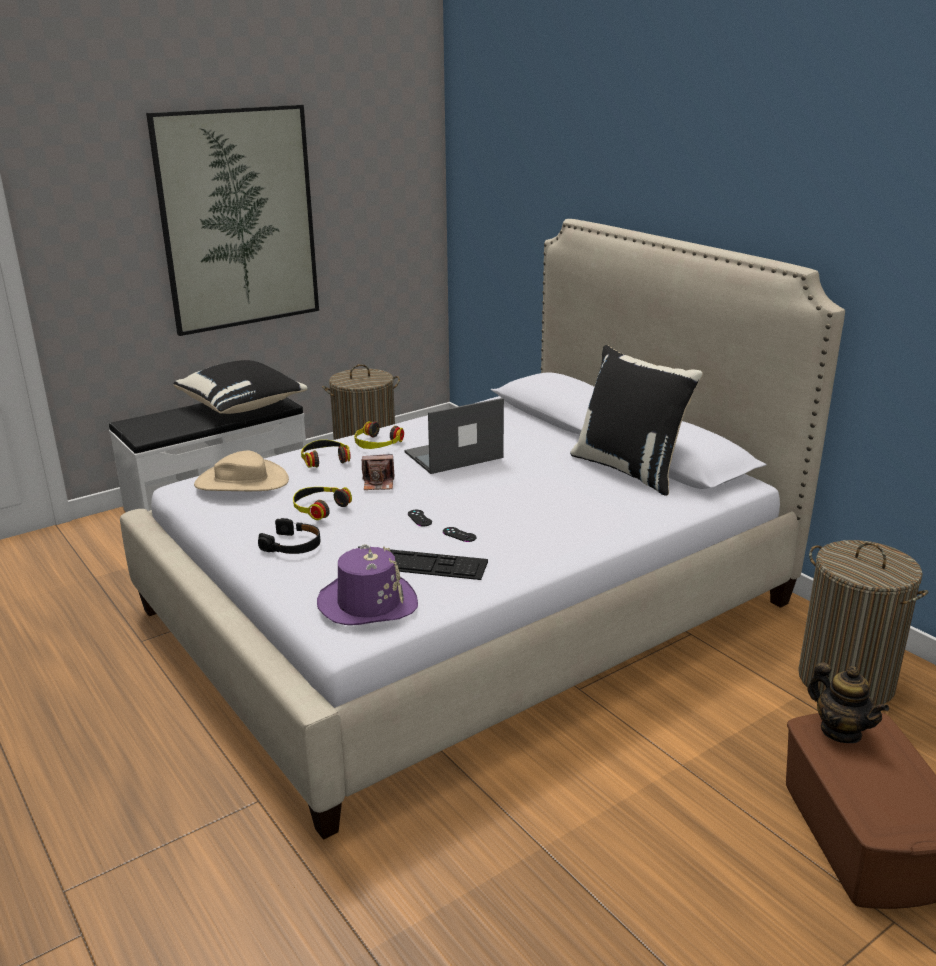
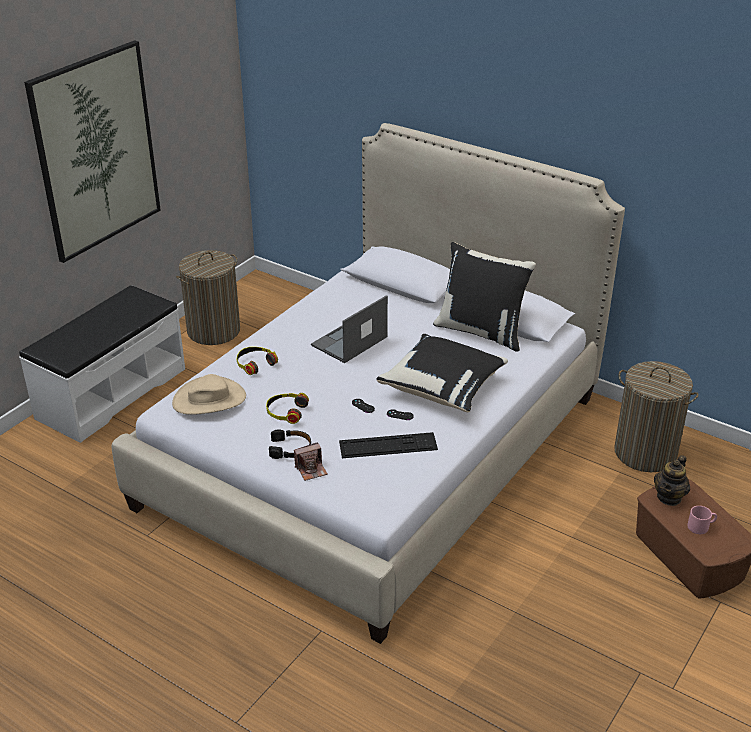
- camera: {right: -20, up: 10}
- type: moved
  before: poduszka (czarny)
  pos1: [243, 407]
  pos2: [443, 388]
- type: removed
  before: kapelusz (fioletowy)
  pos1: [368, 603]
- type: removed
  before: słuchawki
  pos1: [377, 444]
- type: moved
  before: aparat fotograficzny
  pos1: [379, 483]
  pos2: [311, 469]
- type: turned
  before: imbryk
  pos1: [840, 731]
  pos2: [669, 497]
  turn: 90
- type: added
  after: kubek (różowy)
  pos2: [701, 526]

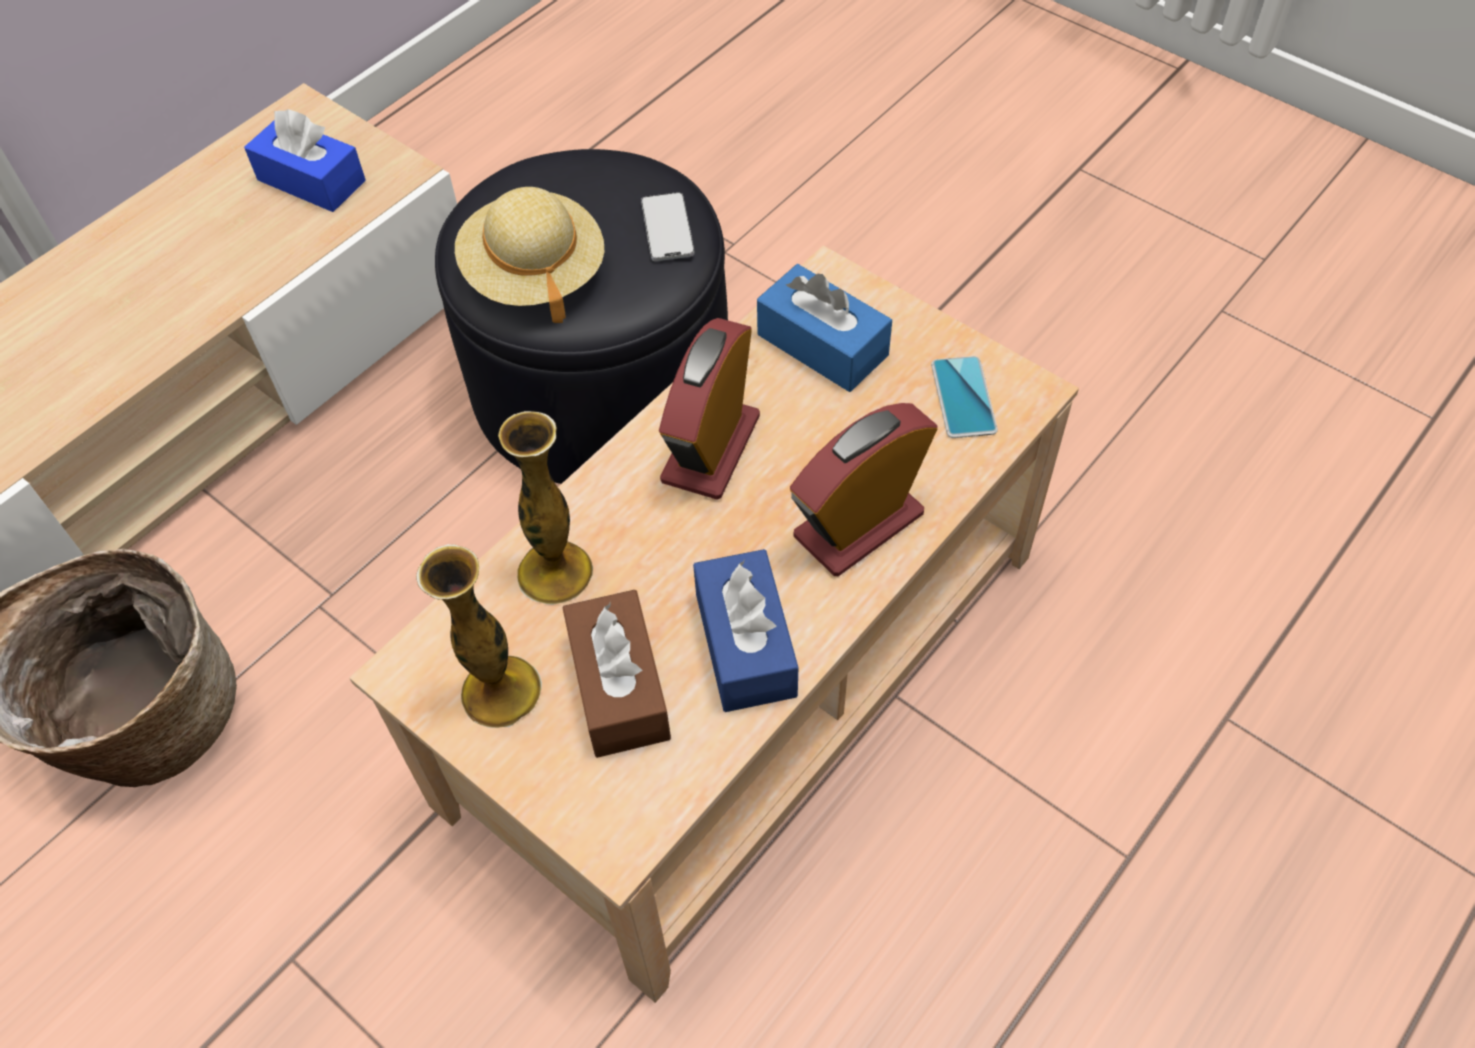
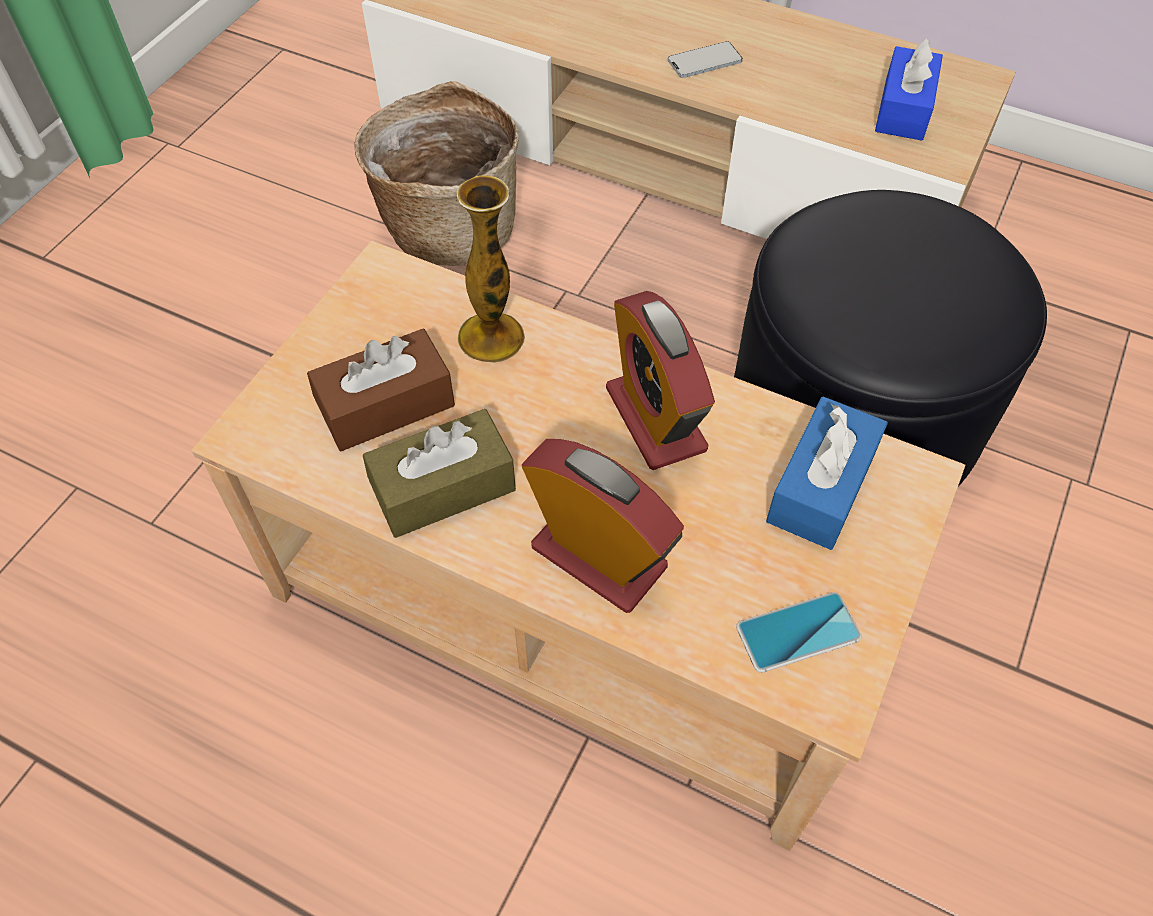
- camera: {right: 75, up: 0}
- type: removed
  before: wazon
  pos1: [501, 691]
- type: removed
  before: kapelusz (beżowy)
  pos1: [534, 274]
- type: moved
  before: telefon
  pos1: [667, 228]
  pos2: [704, 61]
- type: turned
  before: budzik
  pos1: [711, 449]
  pos2: [655, 419]
  turn: -120
- type: recoloured
  before: pudełko chusteczek (niebieski)
  after: pudełko chusteczek (brązowy)
  pos1: [745, 644]
  pos2: [443, 488]

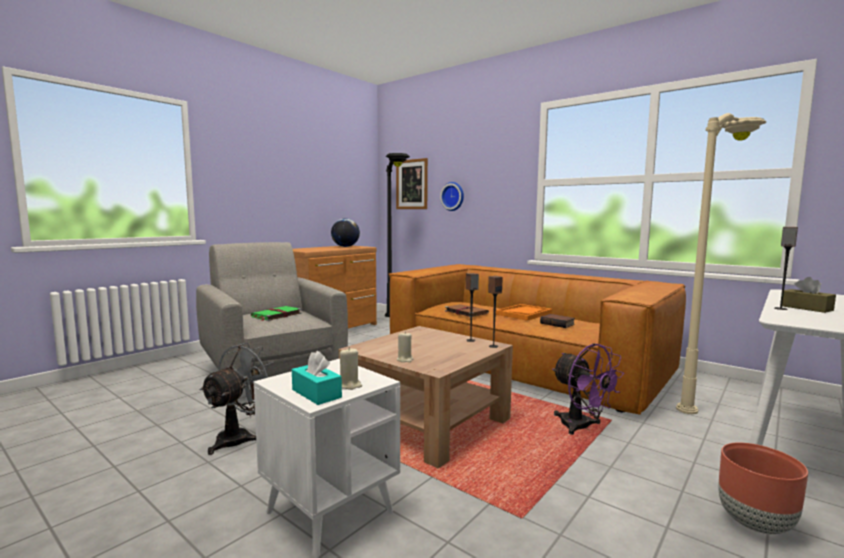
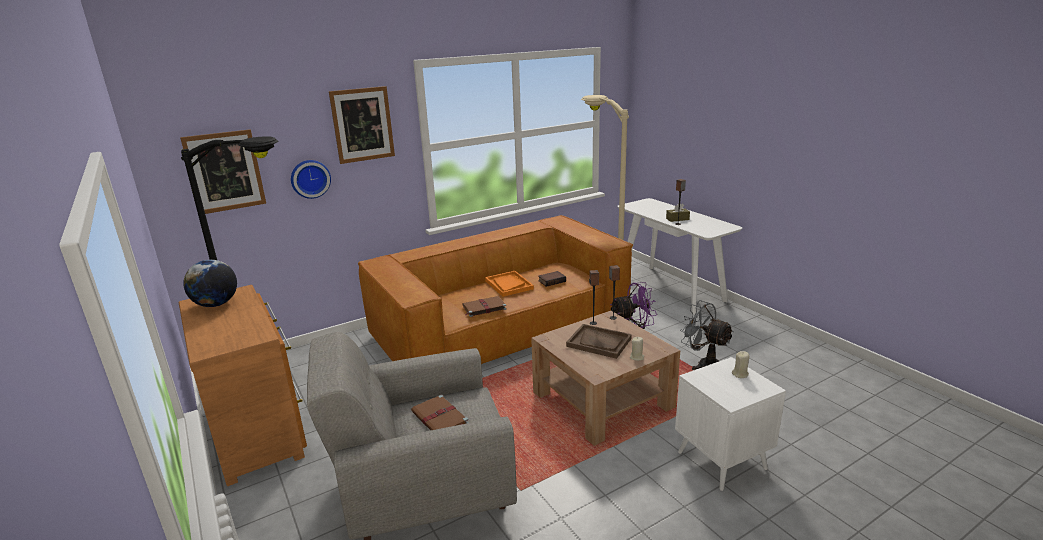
- camera: {right: -70, up: 15}
- type: moved
  before: wentylator (szary)
  pos1: [240, 437]
  pos2: [704, 364]
- type: recoloured
  before: książka (zielony)
  after: książka (brązowy)
  pos1: [276, 315]
  pos2: [440, 419]
- type: removed
  before: pudełko chusteczek (turkusowy)
  pos1: [316, 393]
- type: removed
  before: donica (brązowy)
  pos1: [754, 523]
- type: added
  after: obraz
  pos2: [362, 124]
- type: added
  after: taca (brązowy)
  pos2: [599, 342]

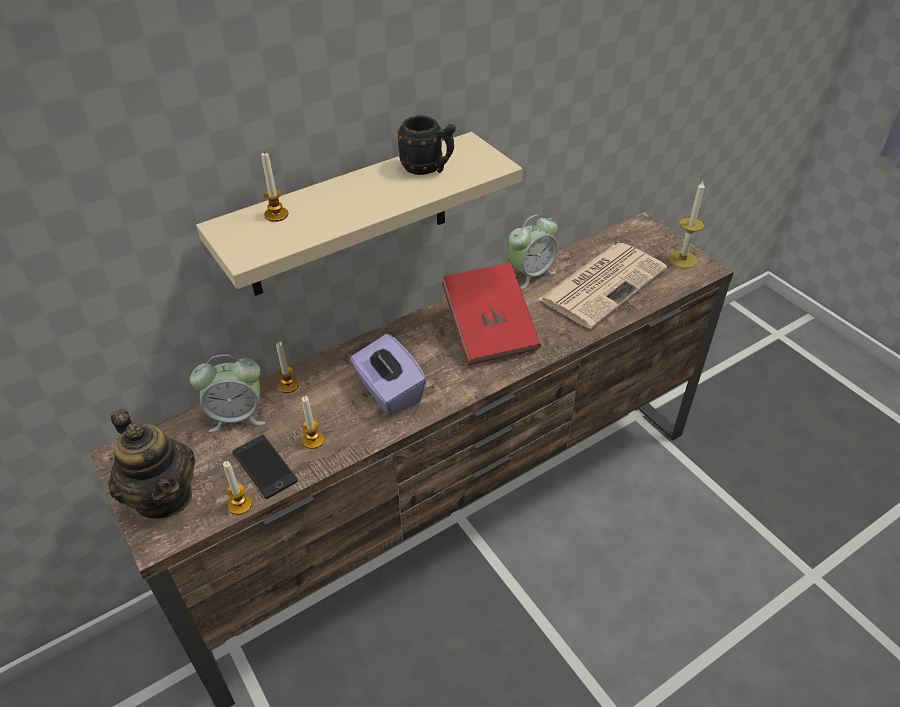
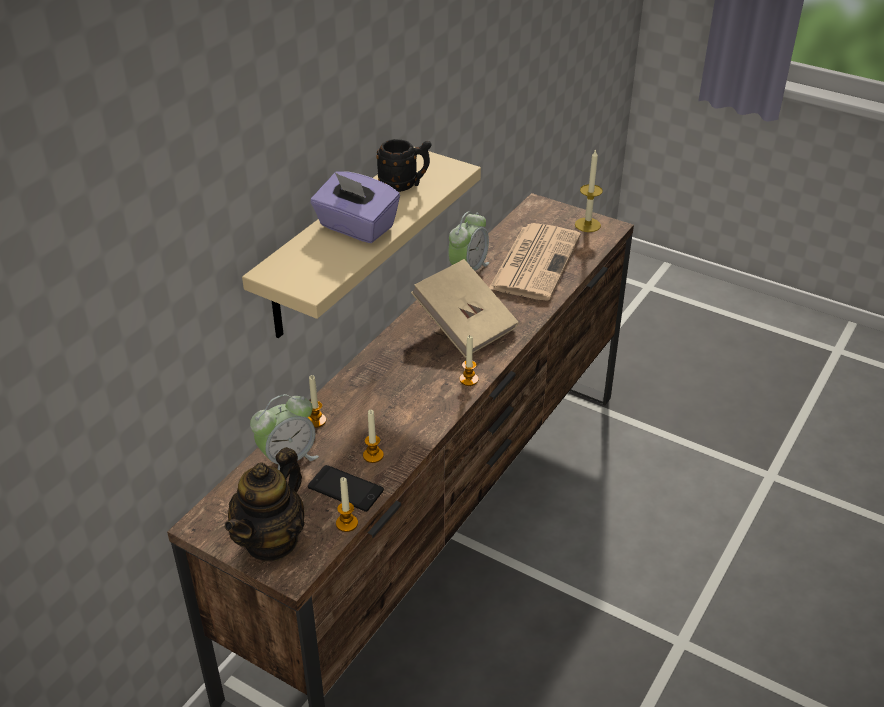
- camera: {right: -25, up: -5}
- type: turned
  before: imbryk
  pos1: [164, 496]
  pos2: [272, 540]
  turn: 90
- type: moved
  before: świeca
  pos1: [276, 215]
  pos2: [468, 379]
- type: moved
  before: pudełko chusteczek (fioletowy)
  pos1: [389, 391]
  pos2: [356, 227]
- type: recoloured
  before: książka (czerwony)
  after: książka (beżowy)
  pos1: [490, 331]
  pos2: [465, 326]

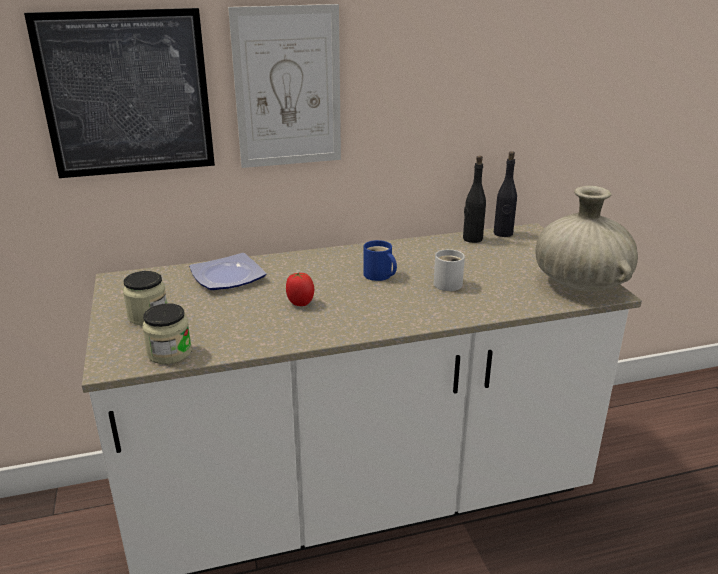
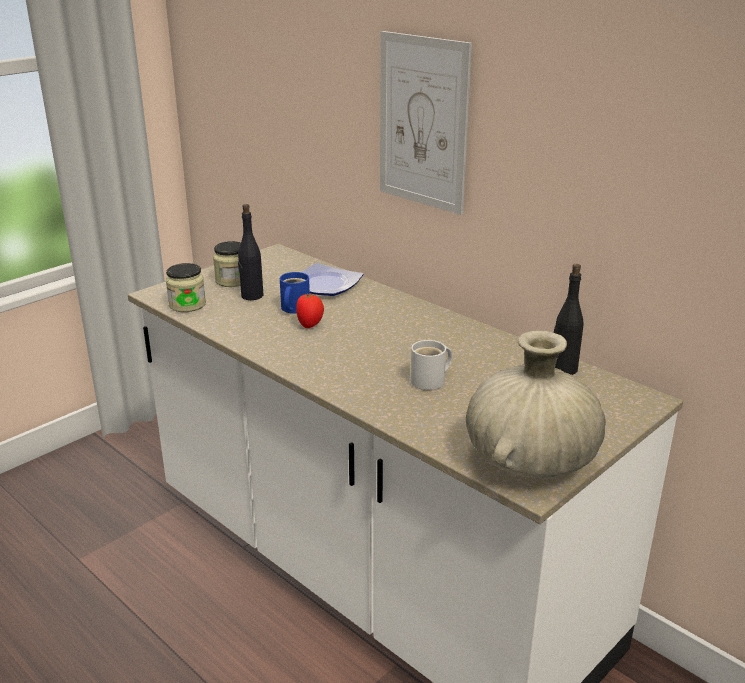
- camera: {right: 60, up: 0}
- type: removed
  before: obraz
  pos1: [127, 94]
- type: moved
  before: kubek (niebieski)
  pos1: [378, 276]
  pos2: [293, 308]
- type: moved
  before: butelka (czarny)
  pos1: [503, 233]
  pos2: [251, 296]

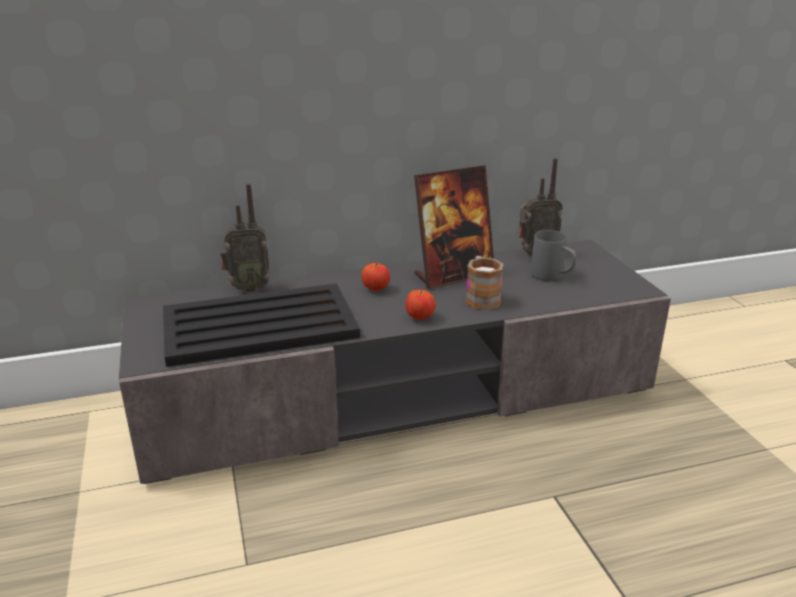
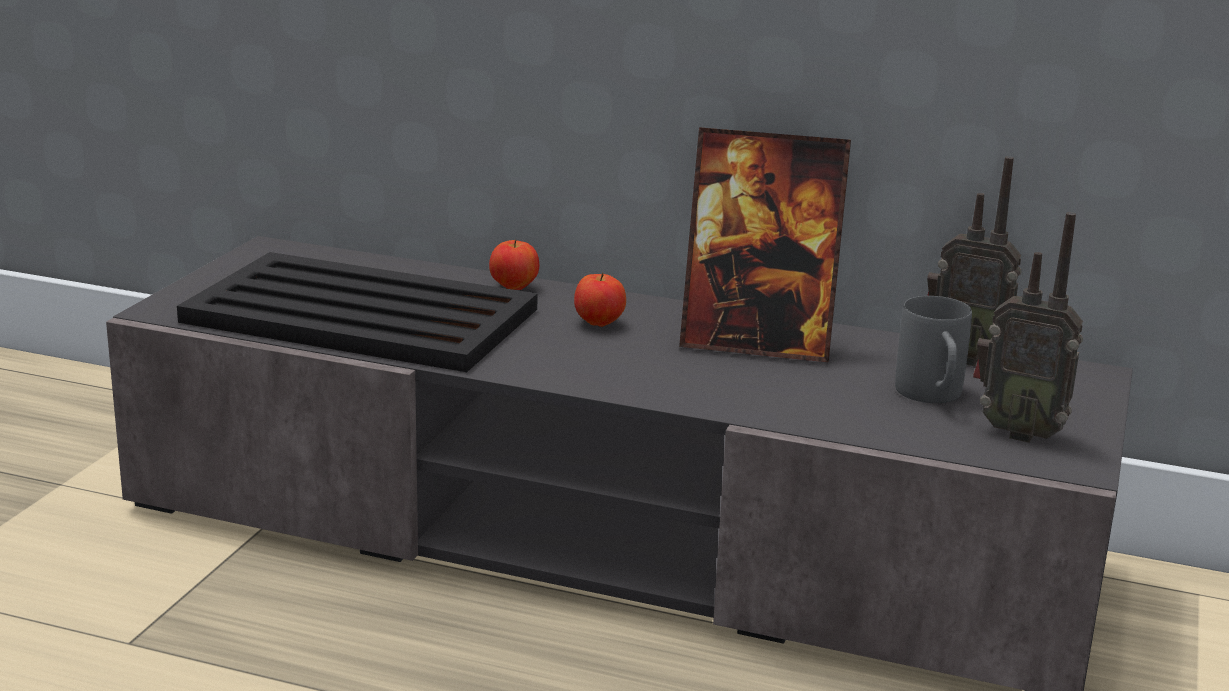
- camera: {right: 35, up: -5}
- type: moved
  before: radio
  pos1: [248, 288]
  pos2: [1018, 432]
- type: moved
  before: jabłko
  pos1: [420, 318]
  pos2: [514, 288]
- type: removed
  before: kubek
  pos1: [481, 298]

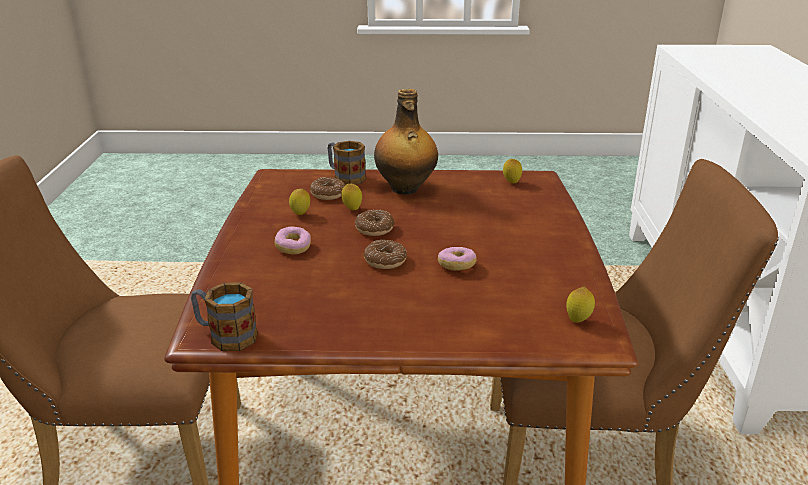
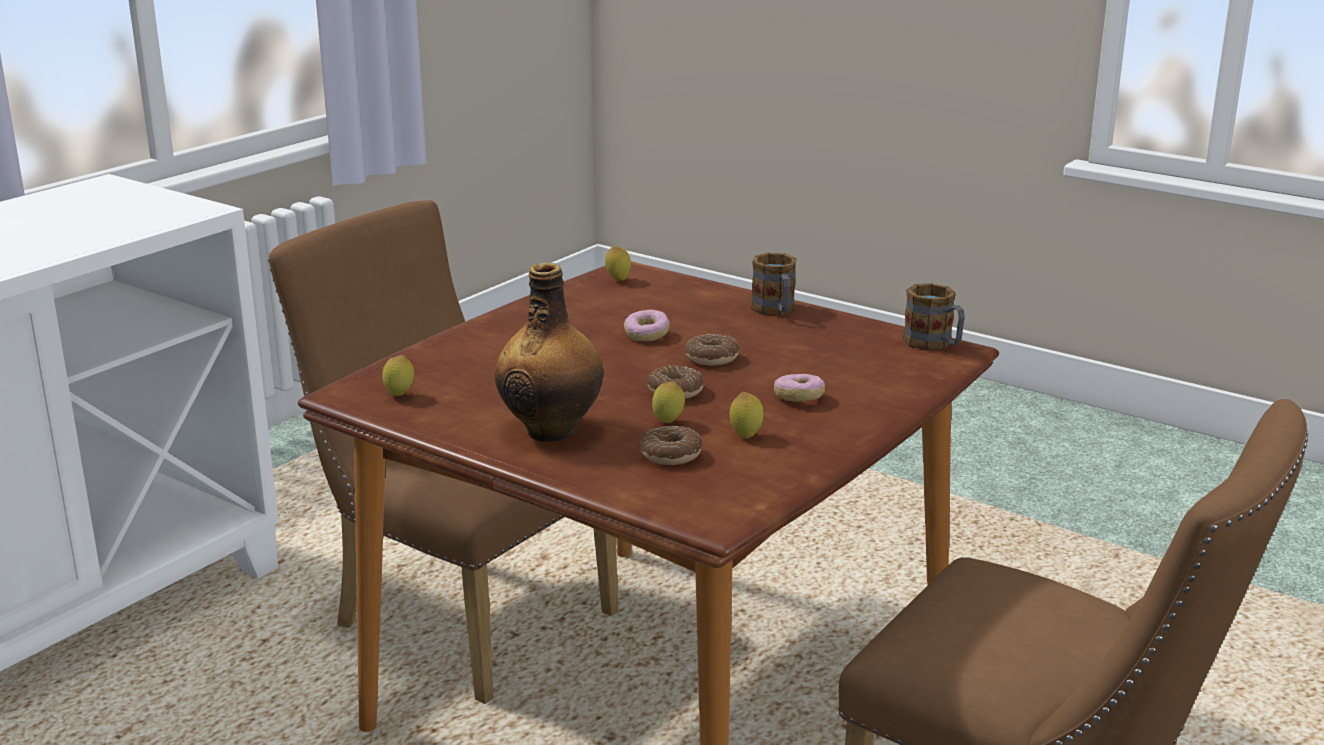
- camera: {right: -145, up: -5}
- type: moved
  before: kubek
  pos1: [345, 177]
  pos2: [776, 311]

